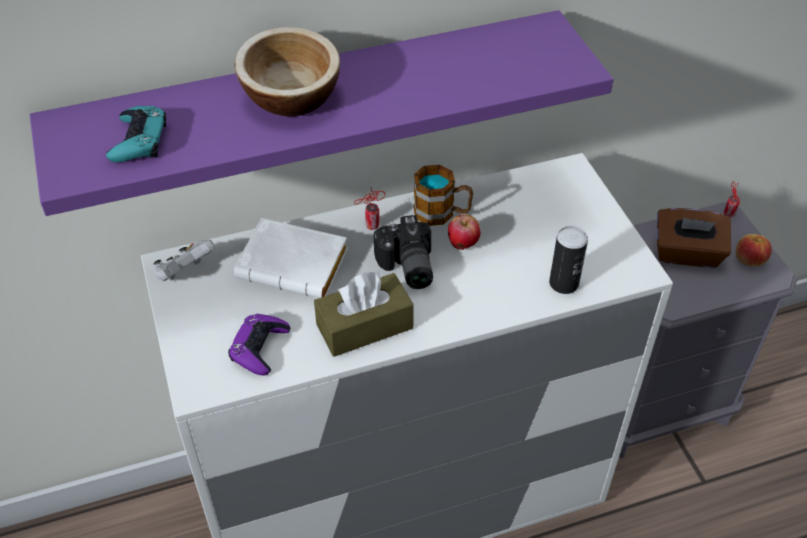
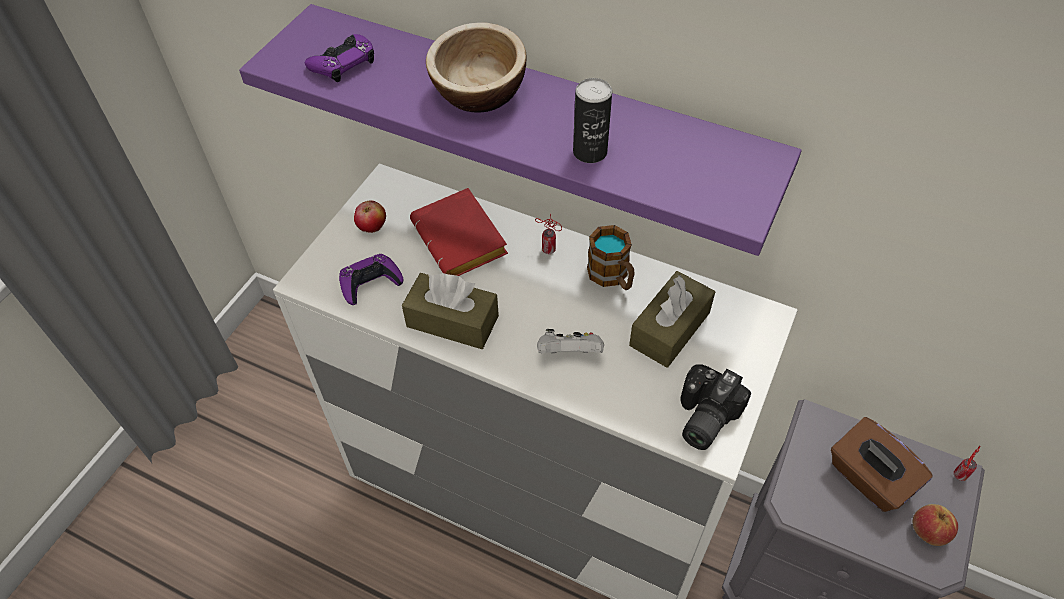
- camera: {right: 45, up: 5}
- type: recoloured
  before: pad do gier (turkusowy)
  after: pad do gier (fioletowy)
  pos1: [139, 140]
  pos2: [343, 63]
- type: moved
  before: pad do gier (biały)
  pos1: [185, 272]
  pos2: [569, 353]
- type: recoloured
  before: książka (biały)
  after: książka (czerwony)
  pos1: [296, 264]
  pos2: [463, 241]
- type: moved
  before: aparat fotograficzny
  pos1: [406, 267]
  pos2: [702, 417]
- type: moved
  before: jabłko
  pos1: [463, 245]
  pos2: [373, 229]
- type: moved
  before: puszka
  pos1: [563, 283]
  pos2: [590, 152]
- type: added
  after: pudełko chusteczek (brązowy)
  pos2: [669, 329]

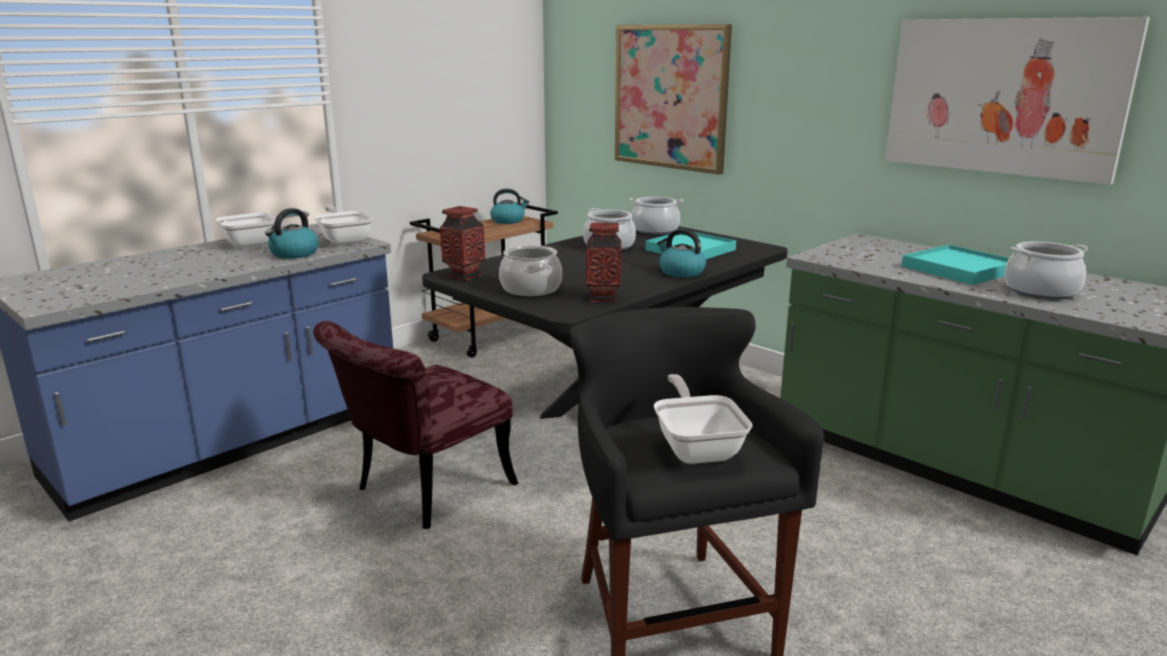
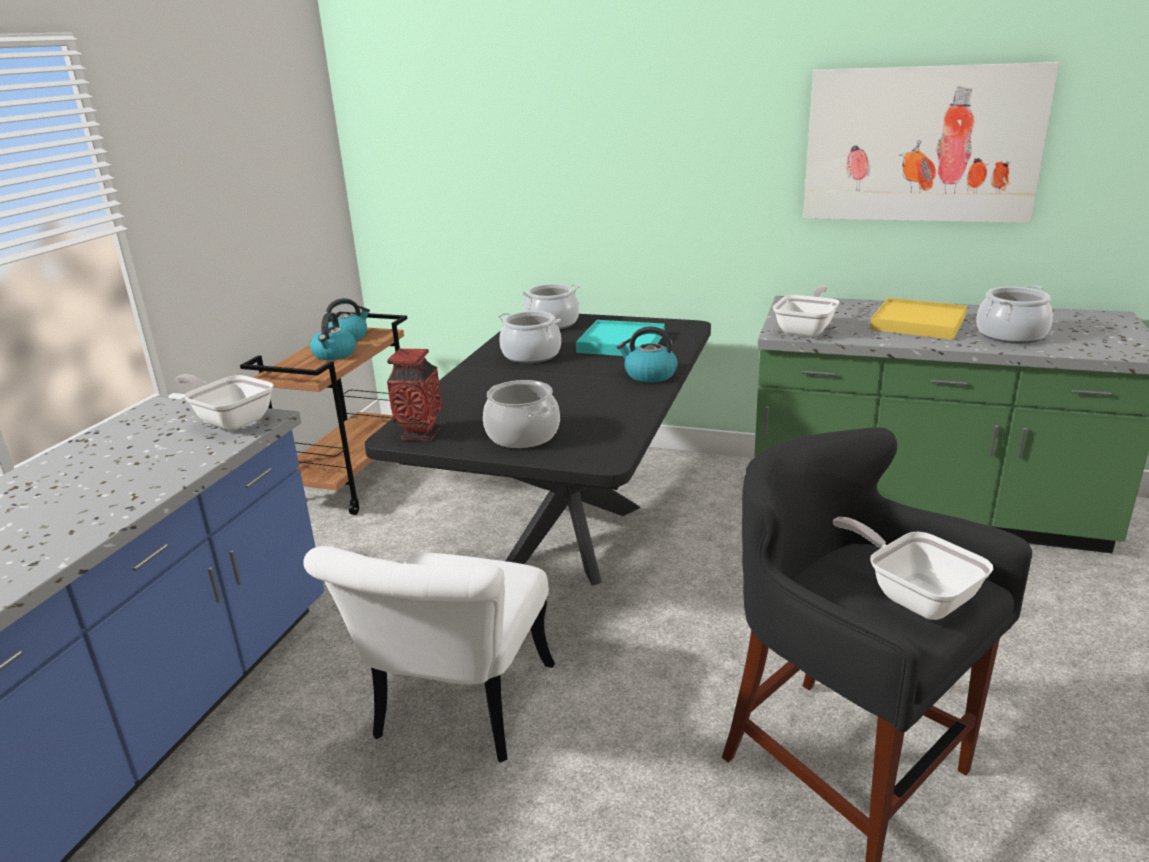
- camera: {right: -25, up: 5}
- type: moved
  before: patelnia
  pos1: [256, 243]
  pos2: [807, 330]
- type: moved
  before: czajnik
  pos1: [294, 254]
  pos2: [334, 354]
- type: recoloured
  before: krzesło (czerwony)
  after: krzesło (biały)
  pos1: [423, 493]
  pos2: [457, 714]
- type: removed
  before: wazon
  pos1: [603, 298]
- type: removed
  before: obraz
  pos1: [670, 97]
- type: recoloured
  before: taca (turkusowy)
  after: taca (żółty)
  pos1: [959, 269]
  pos2: [918, 323]

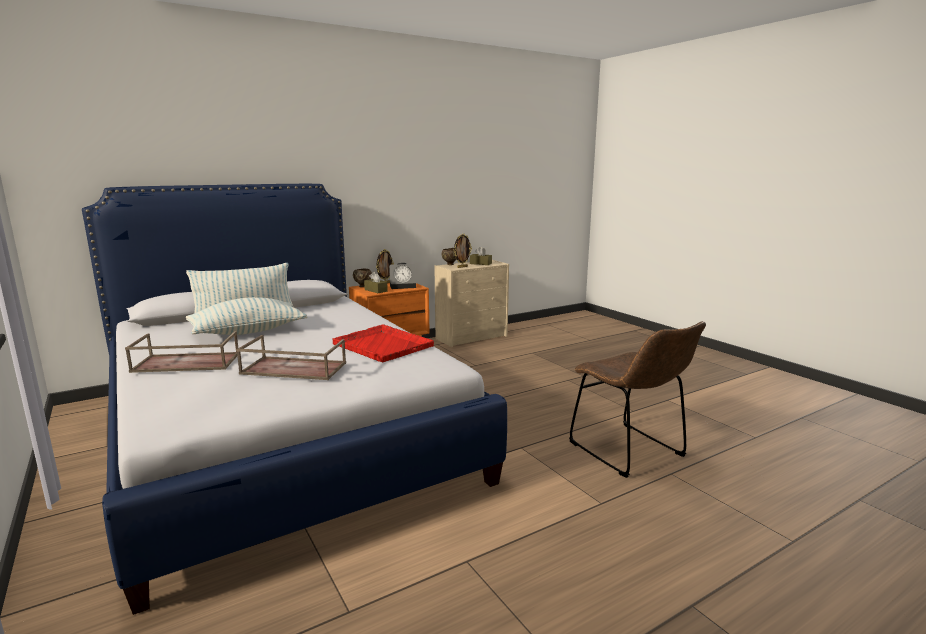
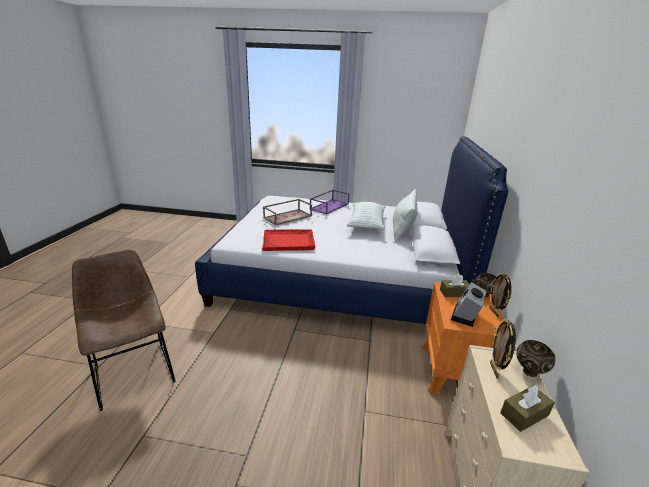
- camera: {right: 130, up: 10}
- type: recoloured
  before: taca (brązowy)
  after: taca (fioletowy)
  pos1: [185, 363]
  pos2: [329, 206]
- type: turned
  before: krzesło (brązowy)
  pos1: [630, 452]
  pos2: [134, 370]
  turn: 45

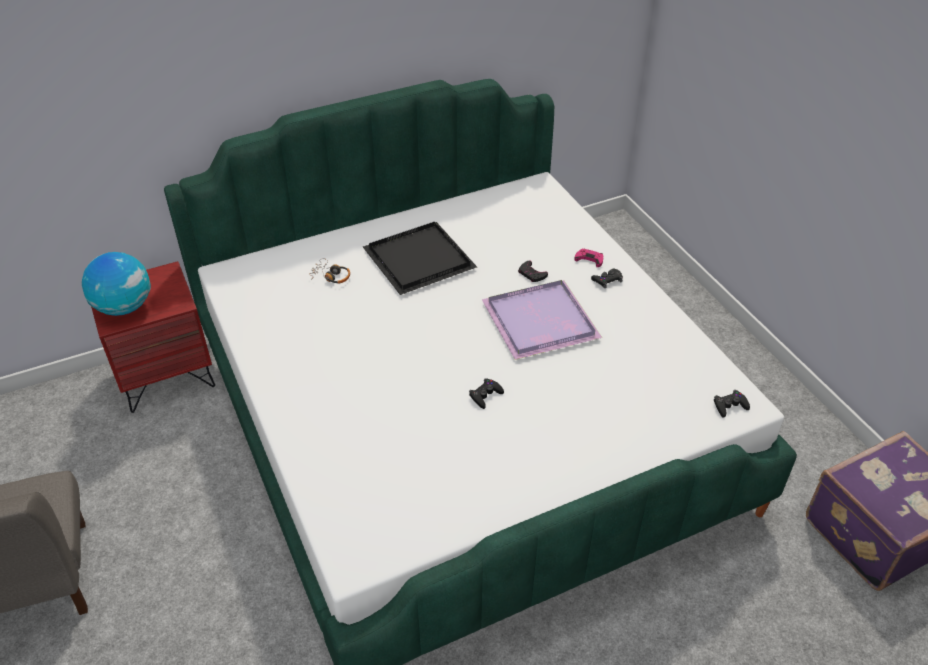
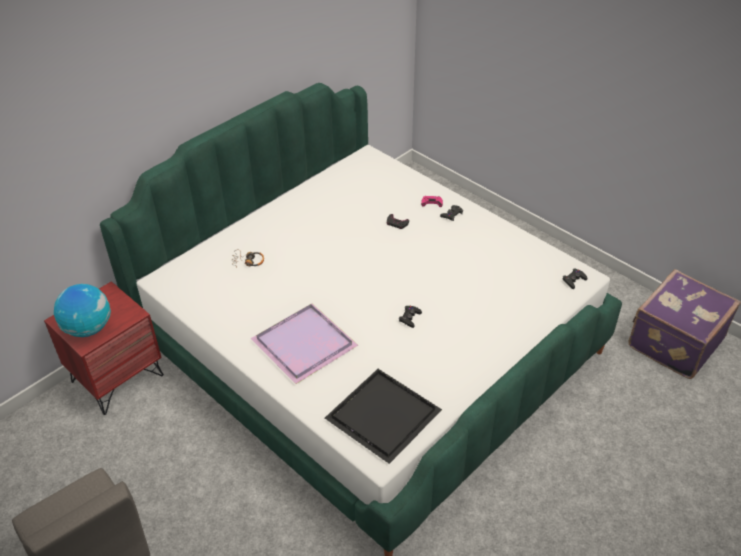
- camera: {right: -20, up: 0}
- type: moved
  before: taca (czarny)
  pos1: [417, 259]
  pos2: [381, 416]
- type: moved
  before: taca (fioletowy)
  pos1: [539, 323]
  pos2: [304, 345]

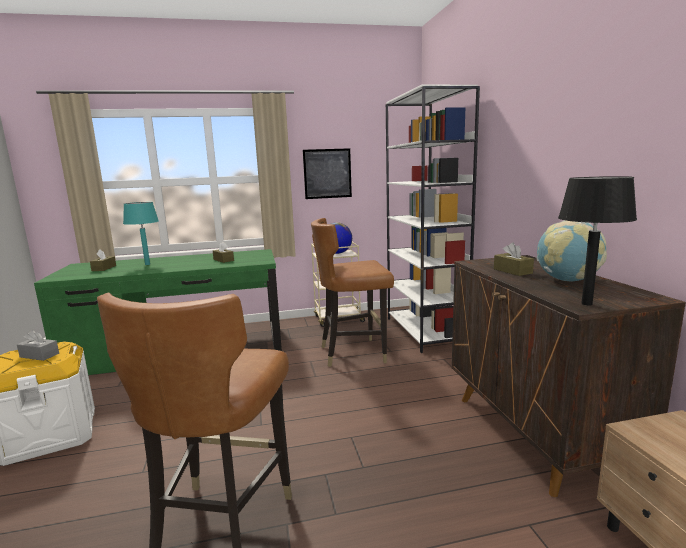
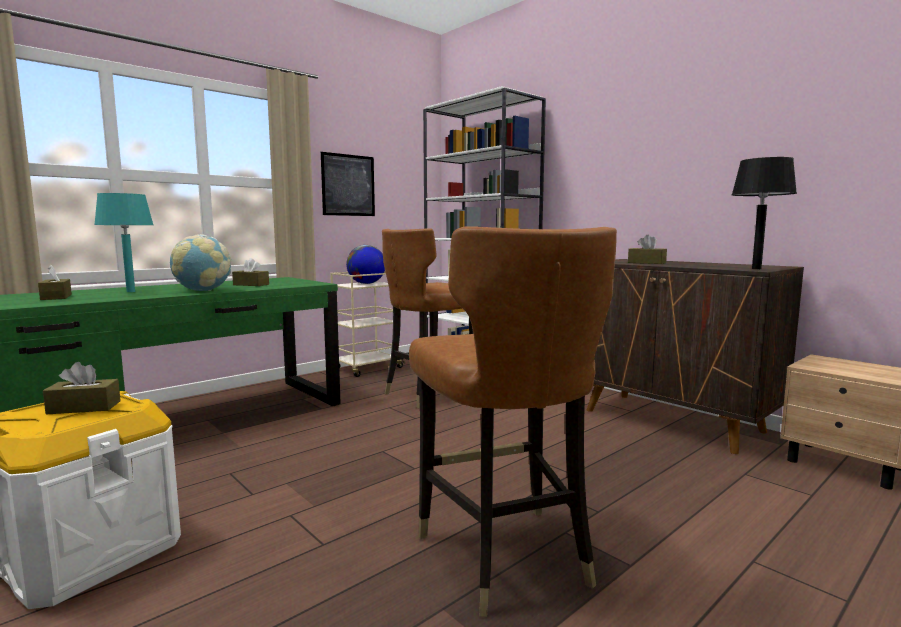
- camera: {right: -30, up: -5}
- type: recoloured
  before: pudełko chusteczek (szary)
  after: pudełko chusteczek (brązowy)
  pos1: [39, 355]
  pos2: [84, 407]
- type: moved
  before: globus
  pos1: [567, 280]
  pos2: [202, 291]

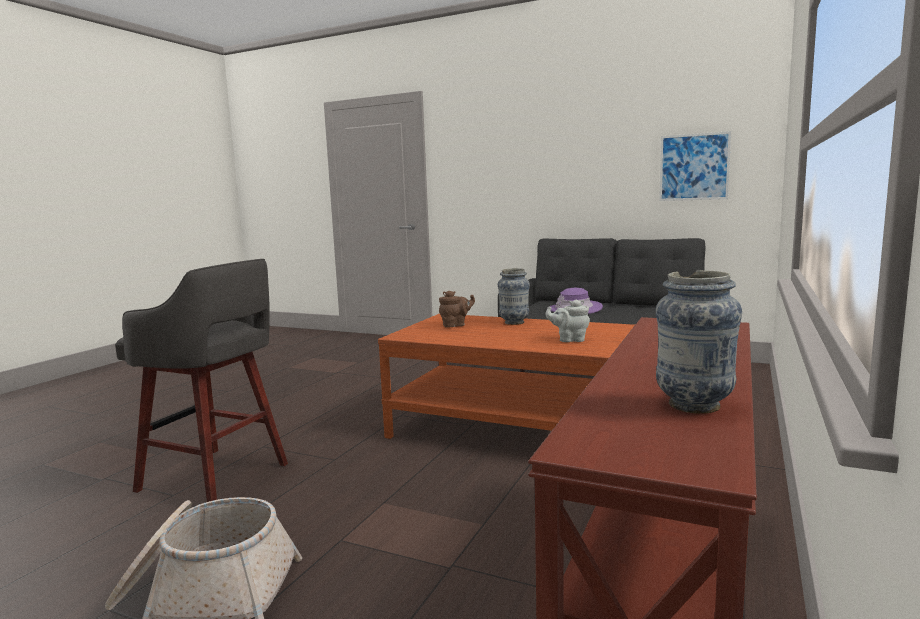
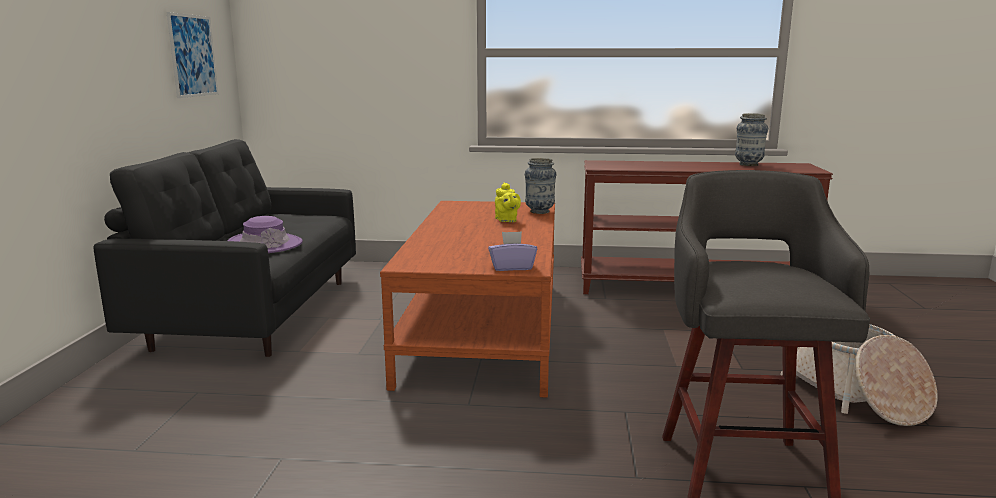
- camera: {right: -110, up: 5}
- type: removed
  before: imbryk (brązowy)
  pos1: [455, 325]
- type: moved
  before: wazon
  pos1: [514, 322]
  pos2: [539, 212]
- type: recoloured
  before: imbryk (szary)
  after: imbryk (żółty)
  pos1: [569, 340]
  pos2: [506, 220]
- type: added
  after: pudełko chusteczek (fioletowy)
  pos2: [512, 267]

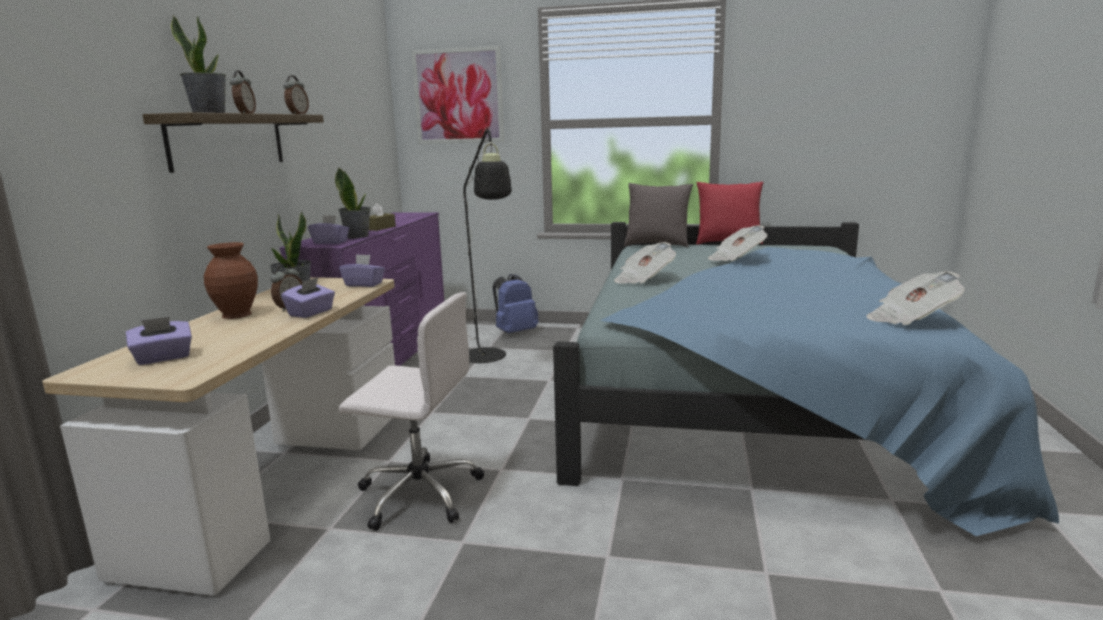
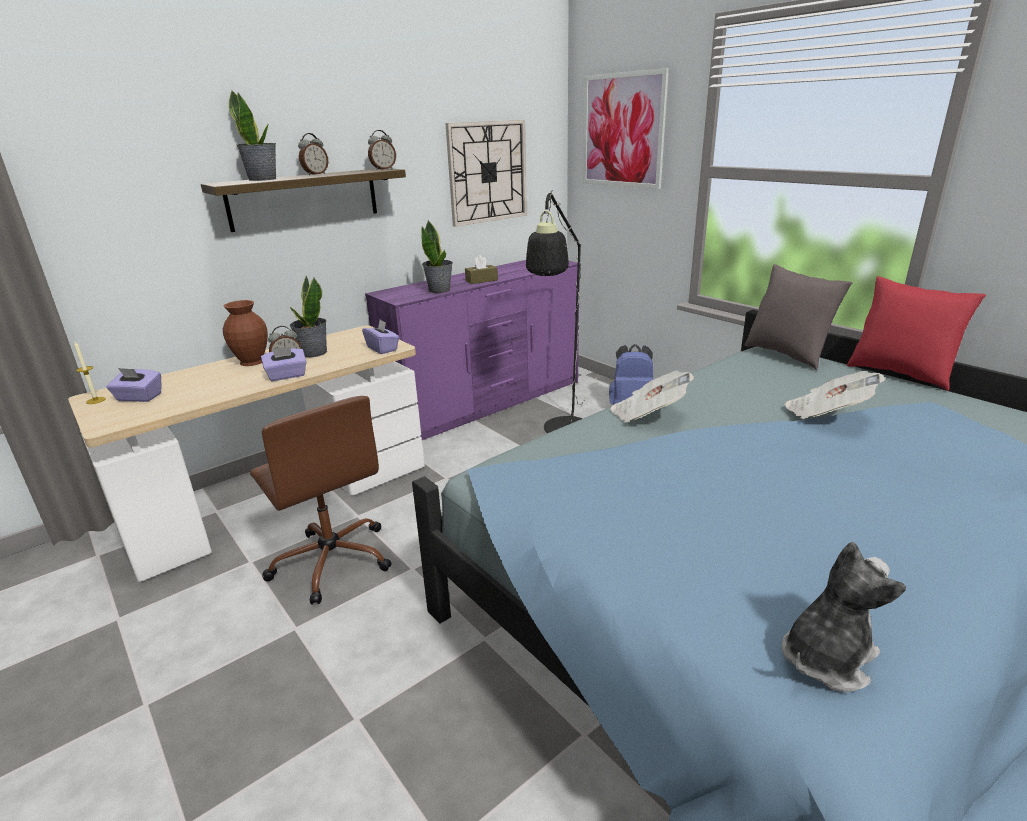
- camera: {right: 40, up: 10}
- type: removed
  before: pudełko chusteczek (fioletowy)
  pos1: [330, 242]
- type: recoloured
  before: krzesło biurowe (biały)
  after: krzesło biurowe (brązowy)
  pos1: [418, 493]
  pos2: [332, 560]
- type: replaced
  before: gazeta
  after: pluszak
  pos1: [910, 319]
  pos2: [826, 658]
- type: added
  after: świeca
  pos2: [96, 400]
- type: added
  after: zegar ścienny
  pos2: [487, 172]

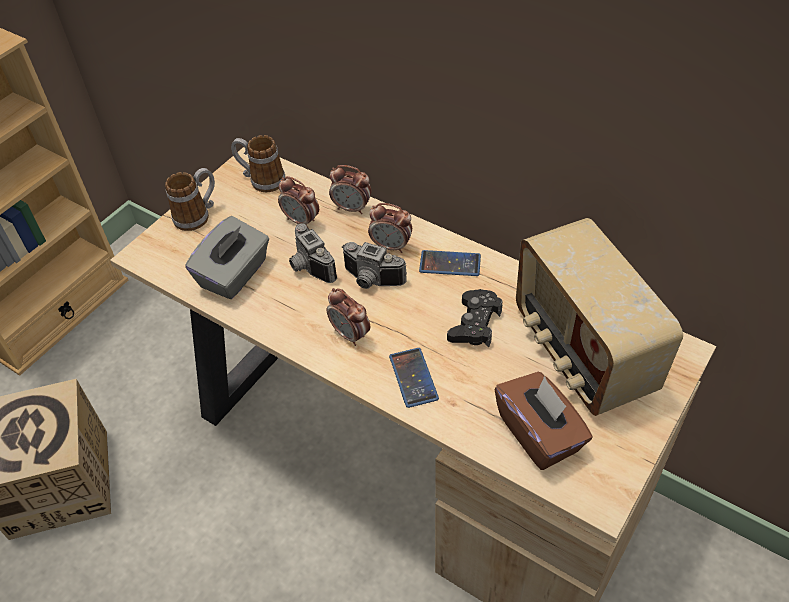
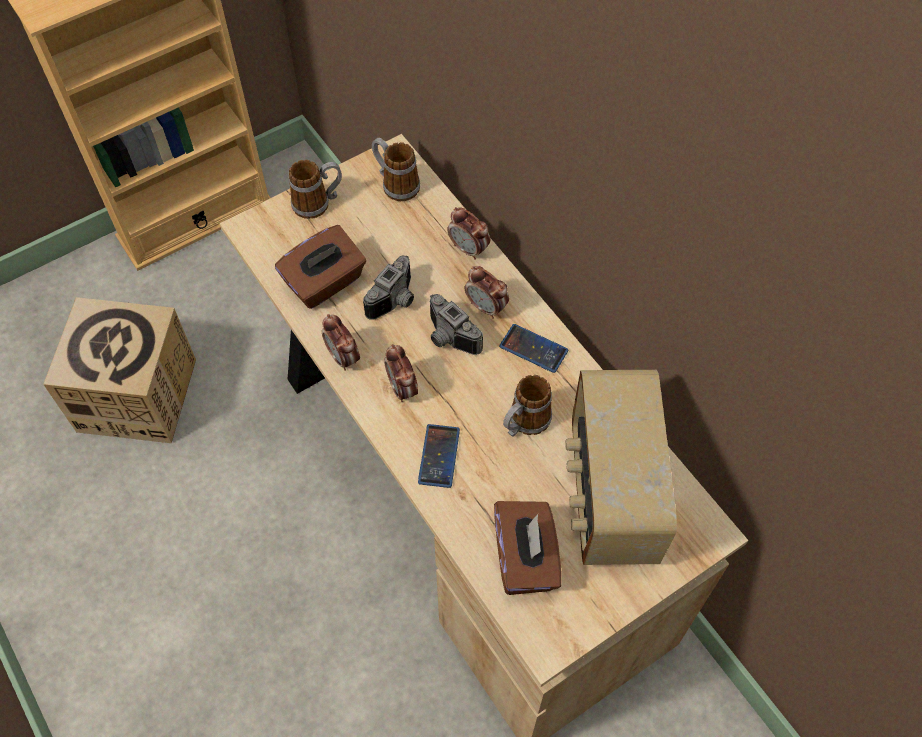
- camera: {right: 20, up: 10}
- type: recoloured
  before: pudełko chusteczek (szary)
  after: pudełko chusteczek (brązowy)
  pos1: [234, 275]
  pos2: [325, 283]
- type: moved
  before: budzik
  pos1: [301, 221]
  pos2: [343, 357]
- type: turned
  before: aparat fotograficzny
  pos1: [308, 267]
  pos2: [396, 301]
  turn: -135
- type: replaced
  before: pad do gier (czarny)
  after: kubek
  pos1: [475, 324]
  pos2: [524, 423]

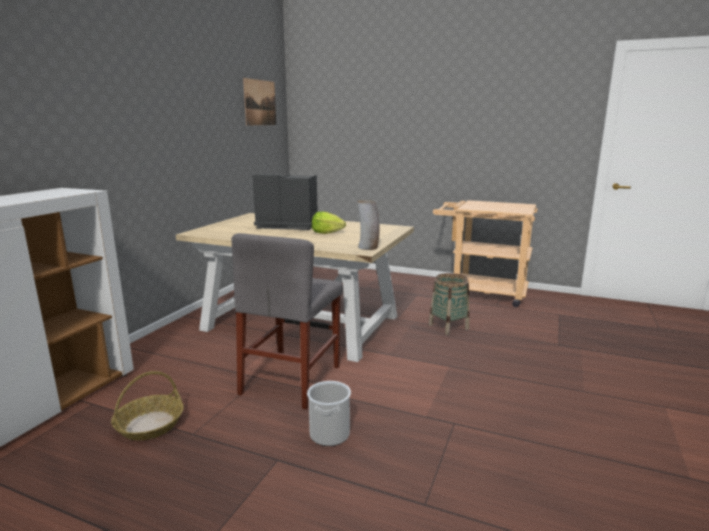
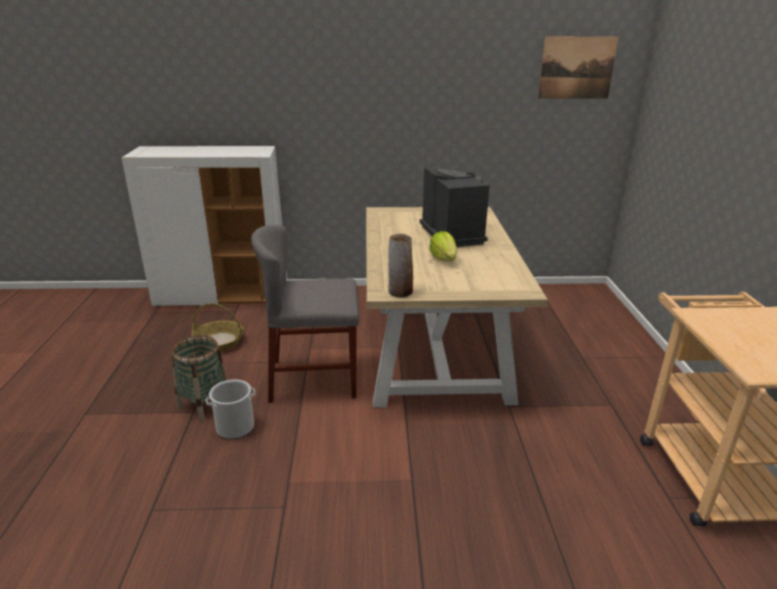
- camera: {right: 65, up: 10}
- type: moved
  before: koszyk
  pos1: [448, 327]
  pos2: [204, 404]

